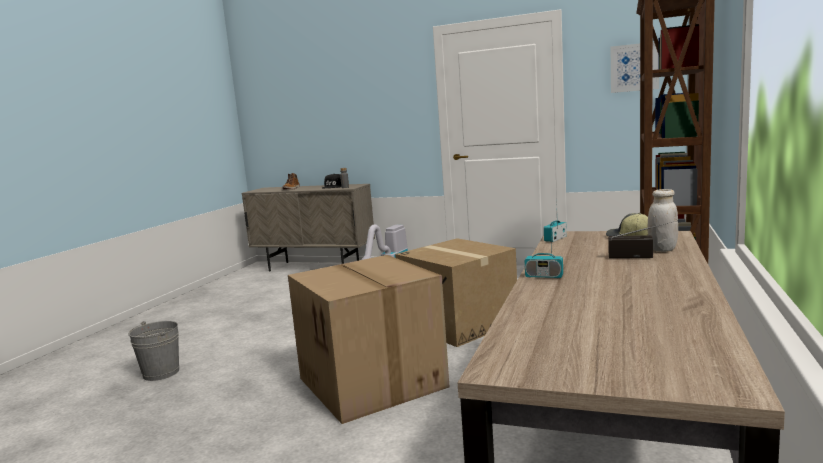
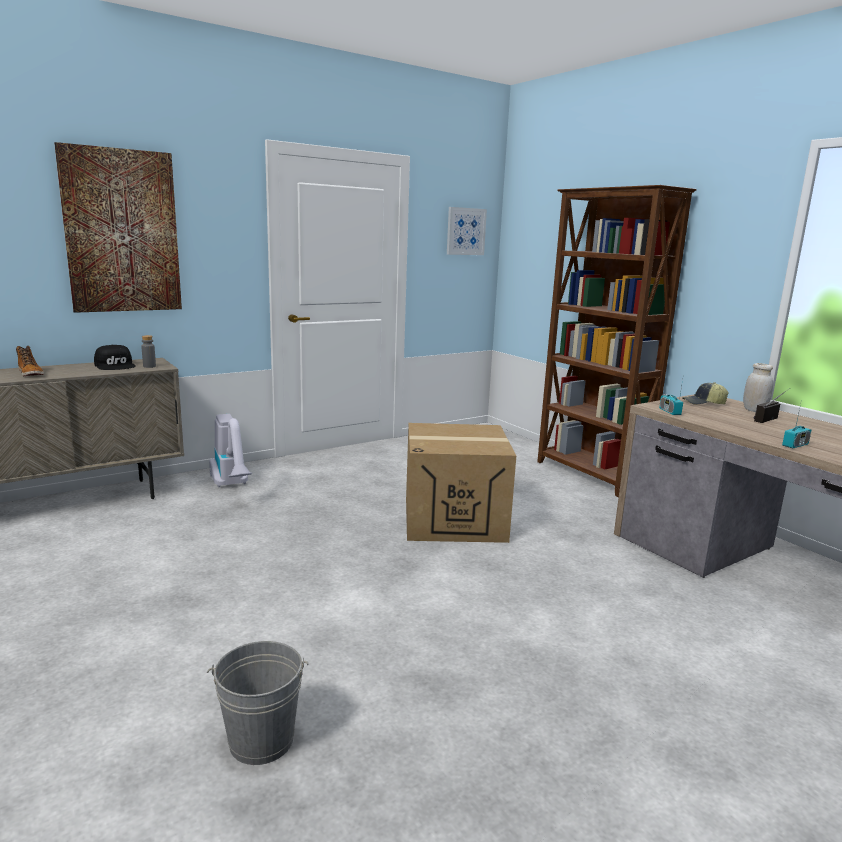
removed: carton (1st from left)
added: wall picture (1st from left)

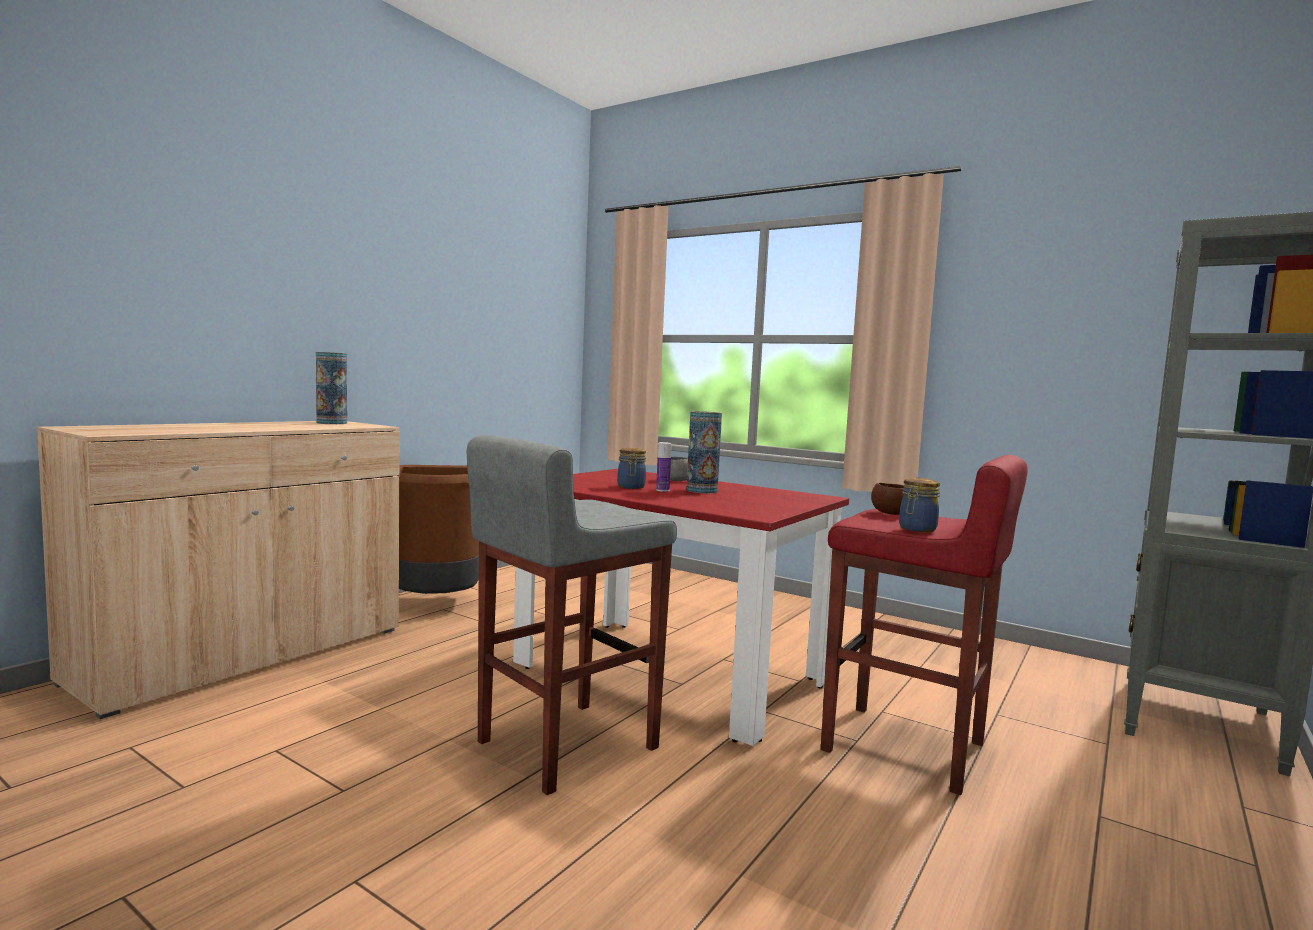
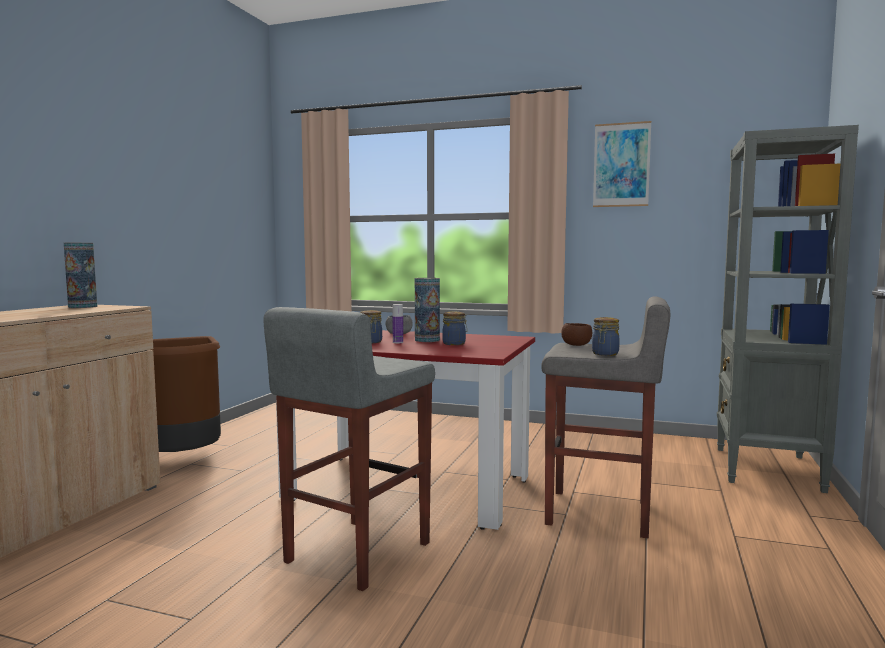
added: storage jar (2nd from left); wall picture
recoloured: red-coloured stool seat to gray stool seat (2nd from left)

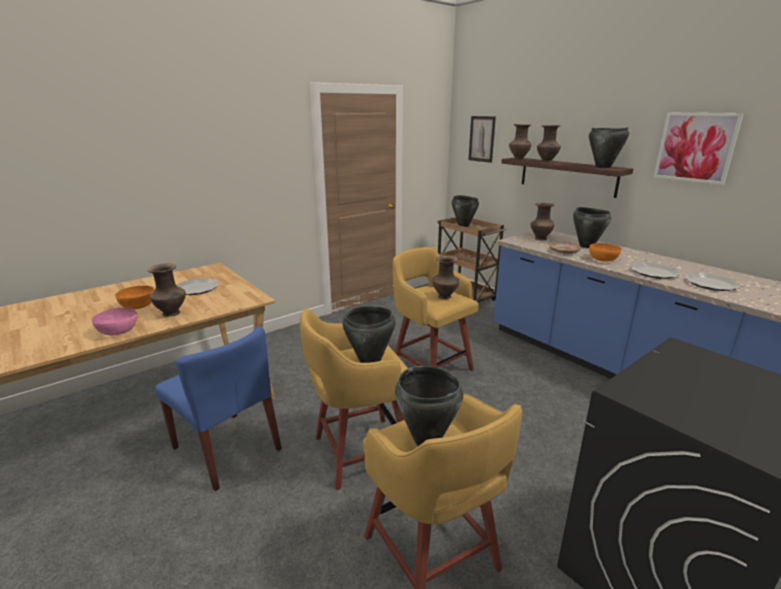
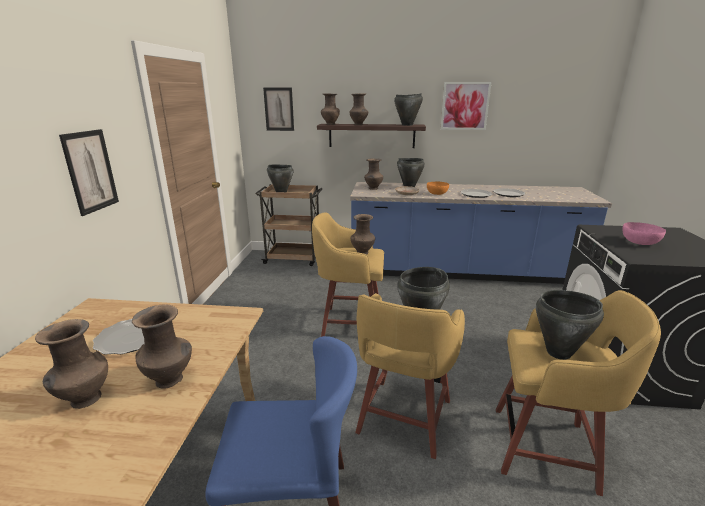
added: wall picture (1st from left)
moved: pinkish deep dish
replaced: orange deep dish (1st from left) to brownish flower vase (1st from left)

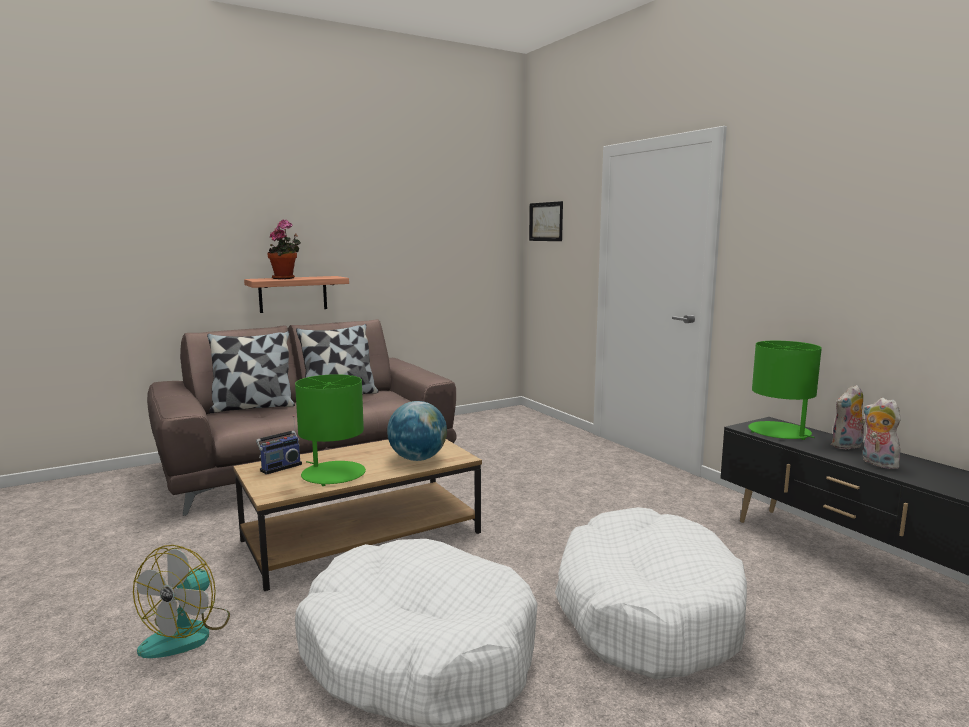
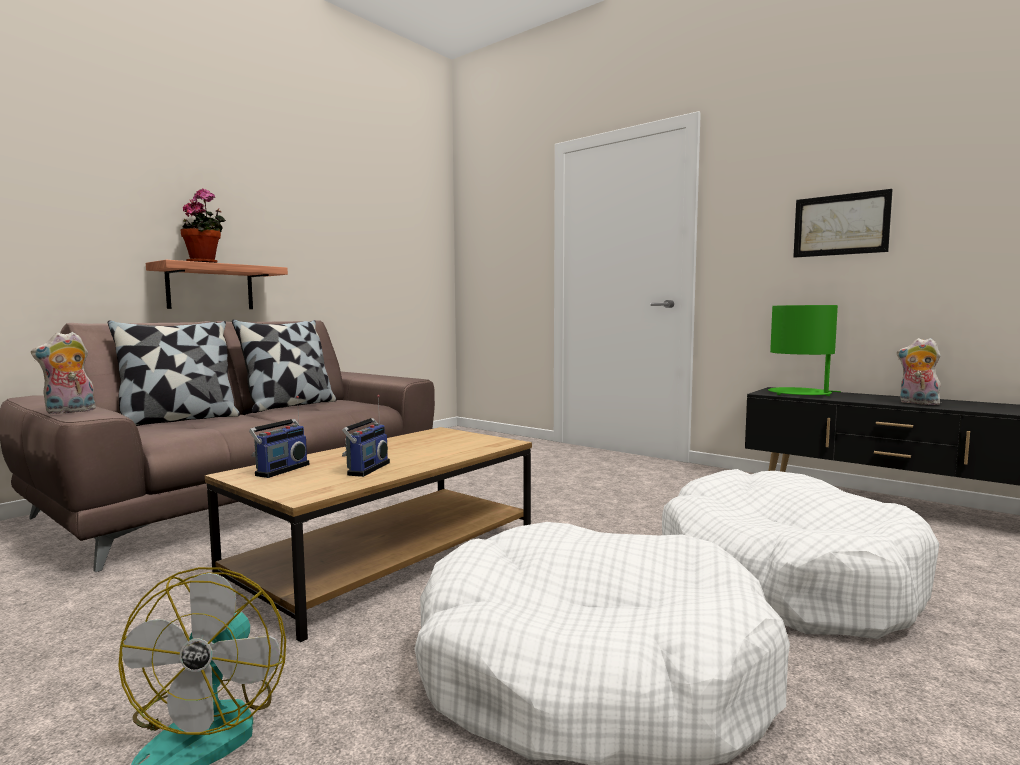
removed: desk globe
moved: wall picture; soft toy (1st from left)
replaced: green lamp for a table (1st from left) to radio set (2nd from left)

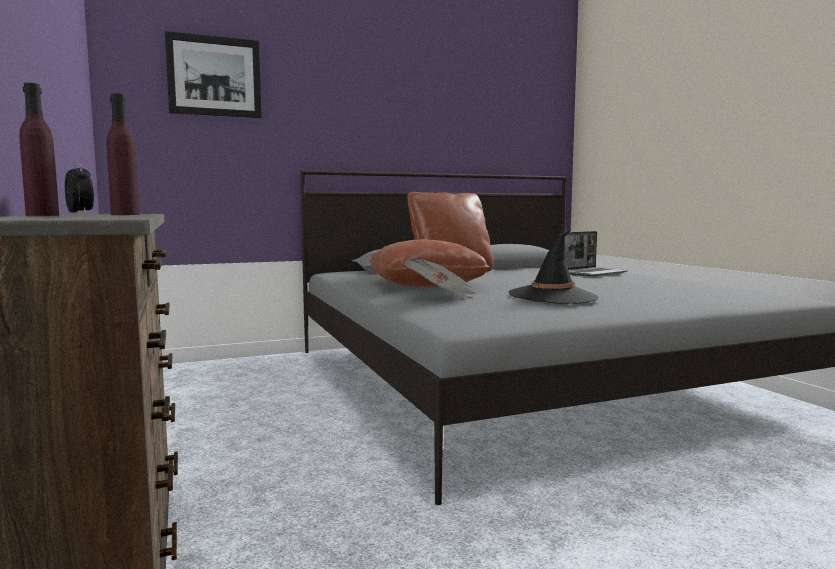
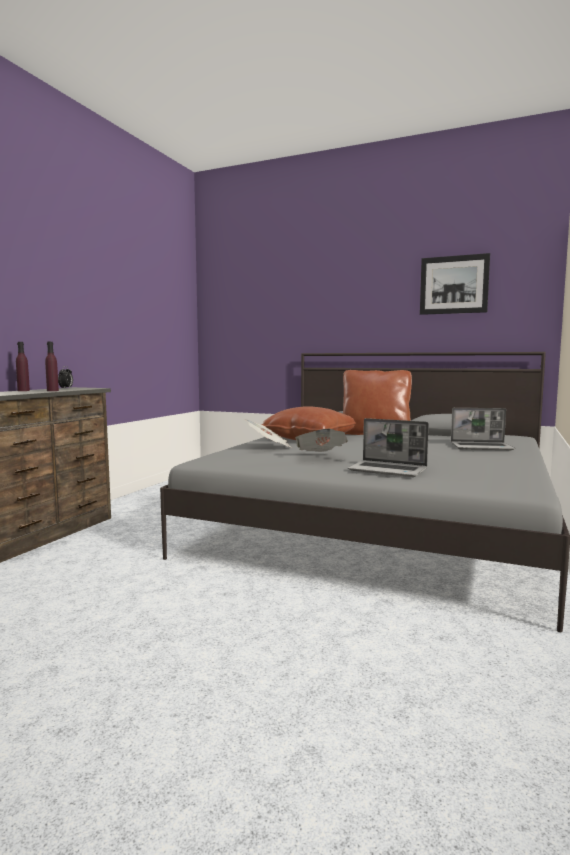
added: portable computer (1st from left)
moved: wall picture
replaced: black-coloured clothing hat to newspaper (2nd from left)

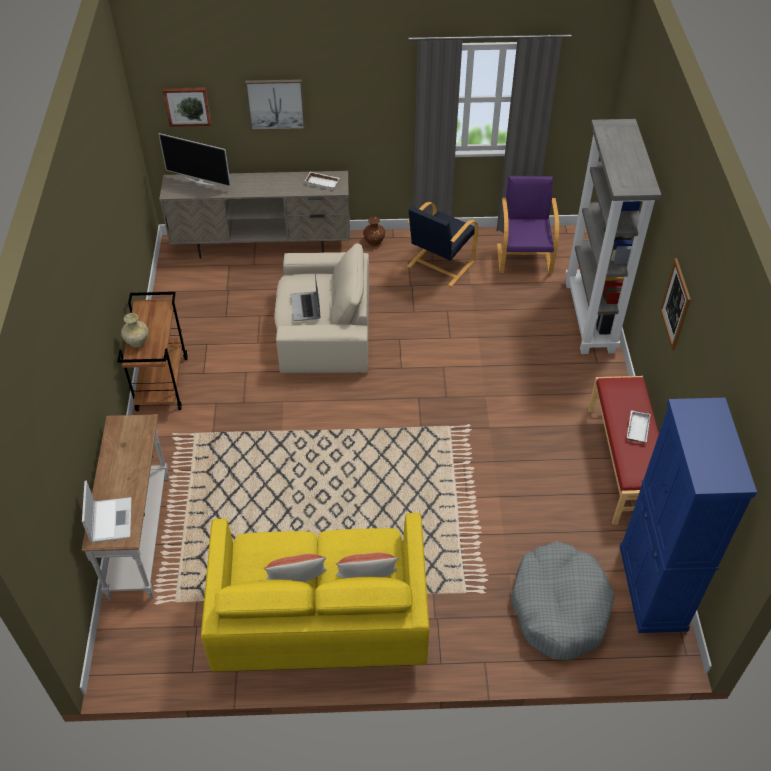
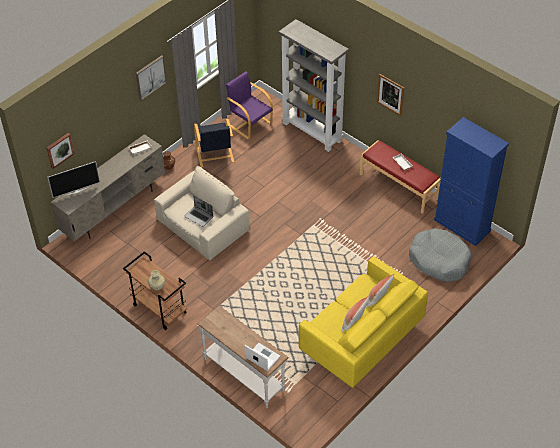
moved: wall picture (2nd from left)

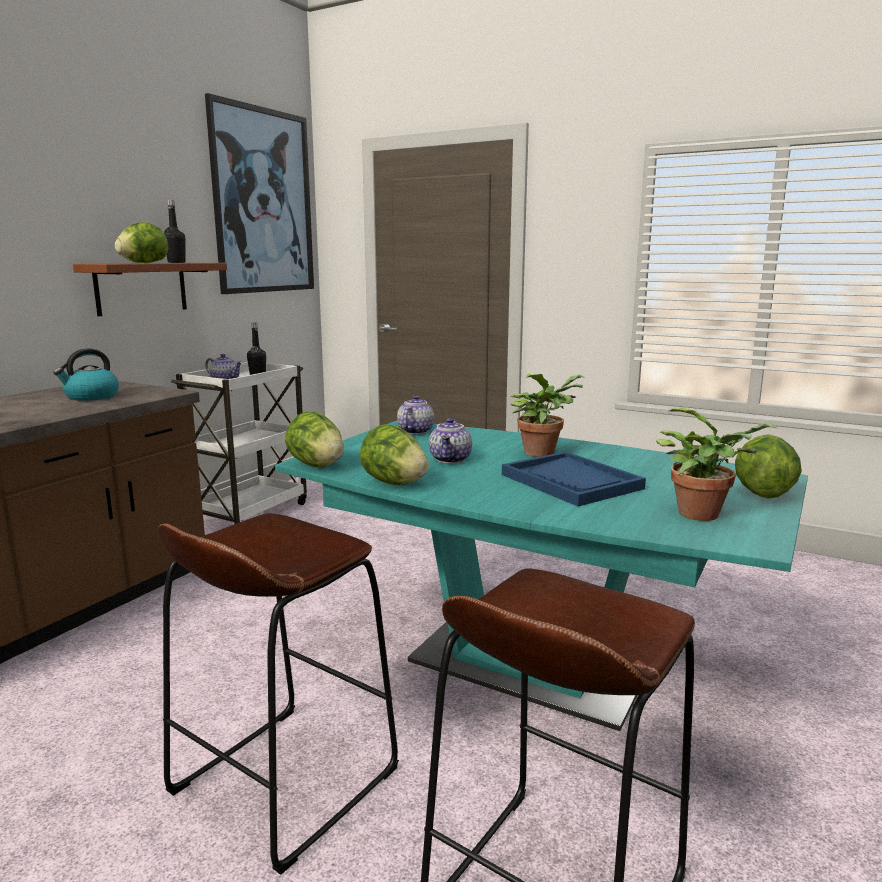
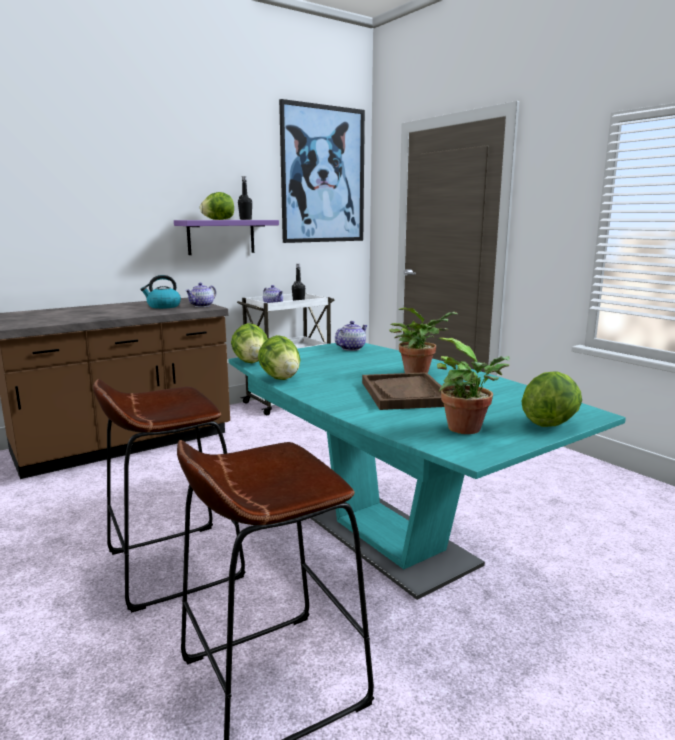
moved: pot for tea (3rd from left in the first image) to pot for tea (1st from left)
recoloured: brownish wall shelf to purple wall shelf; blue carrying tray to brownish carrying tray

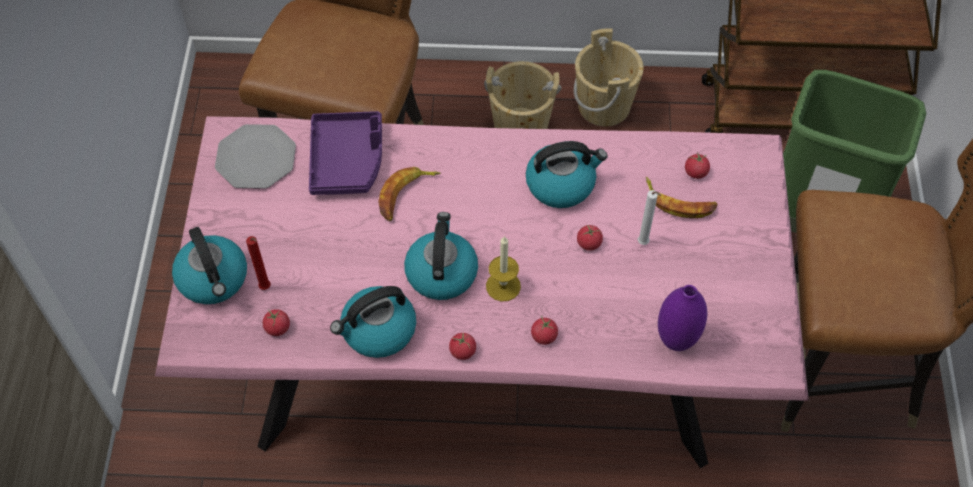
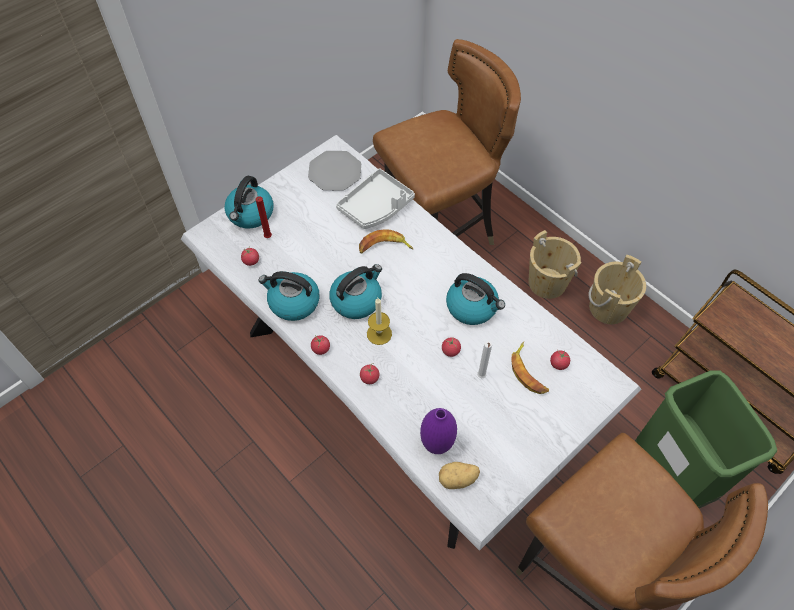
added: whole potato
recoloured: pinkish dining table to white dining table; purple carrying tray to white carrying tray

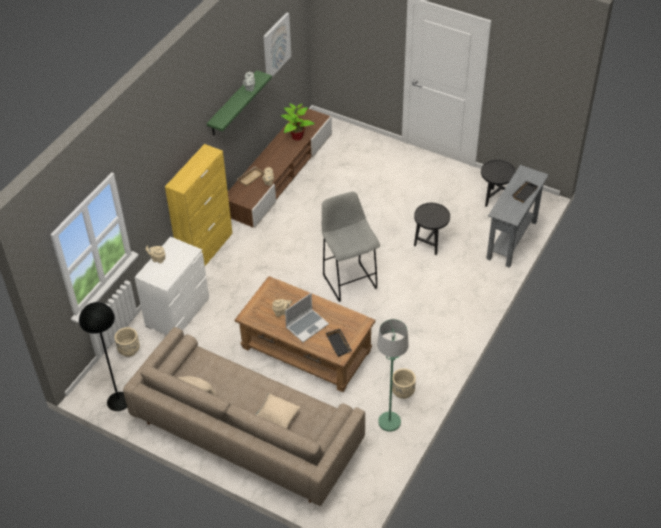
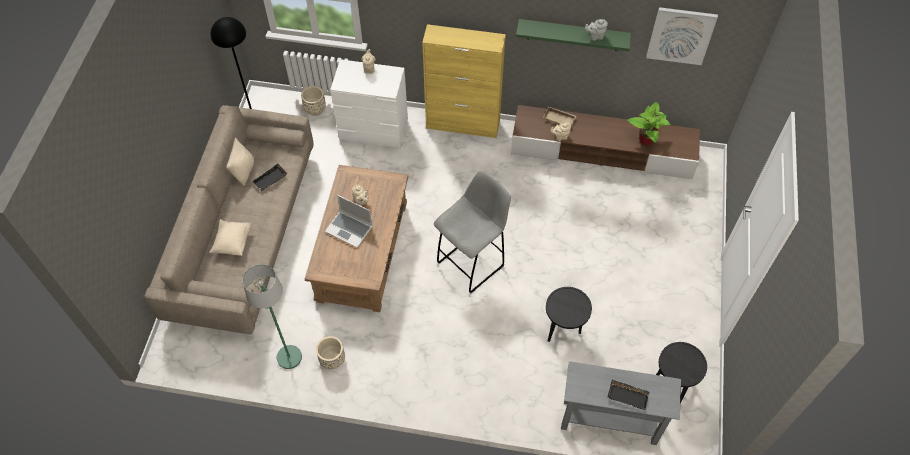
moved: black-coloured carrying tray (1st from left)

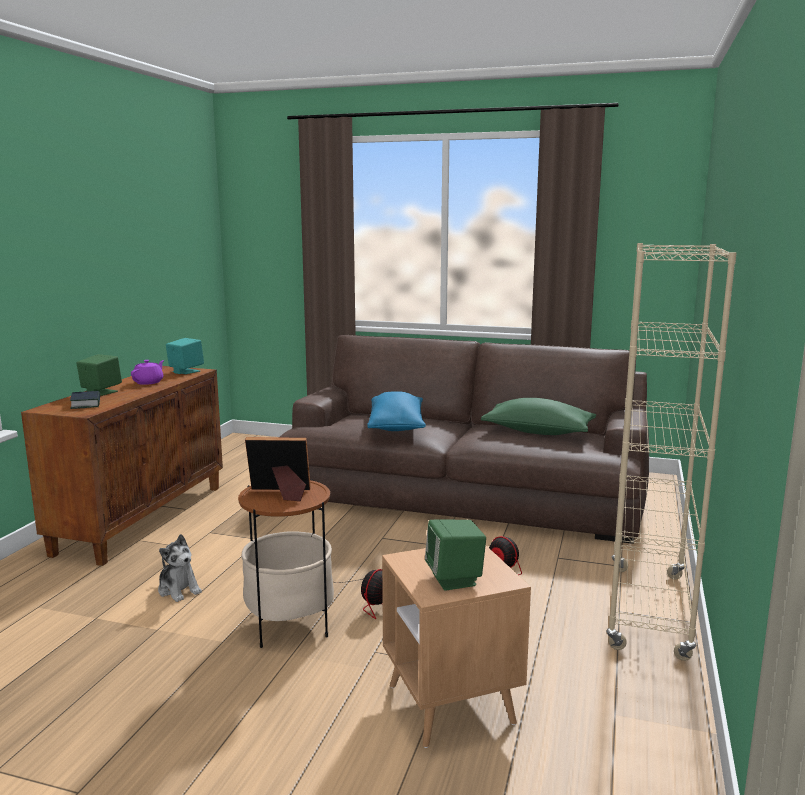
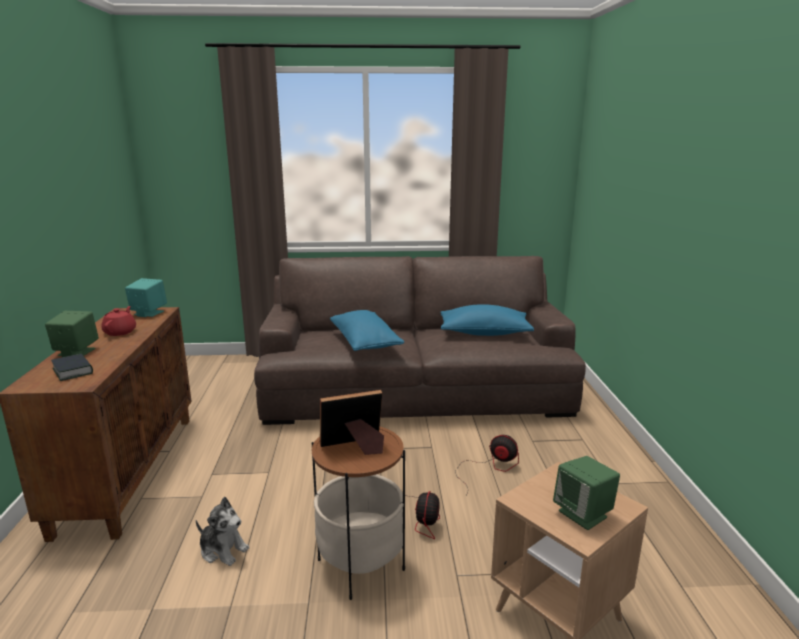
removed: beige-coloured bookshelf
recoloured: purple pot for tea to red-coloured pot for tea; green pillow to blue pillow (2nd from left)

